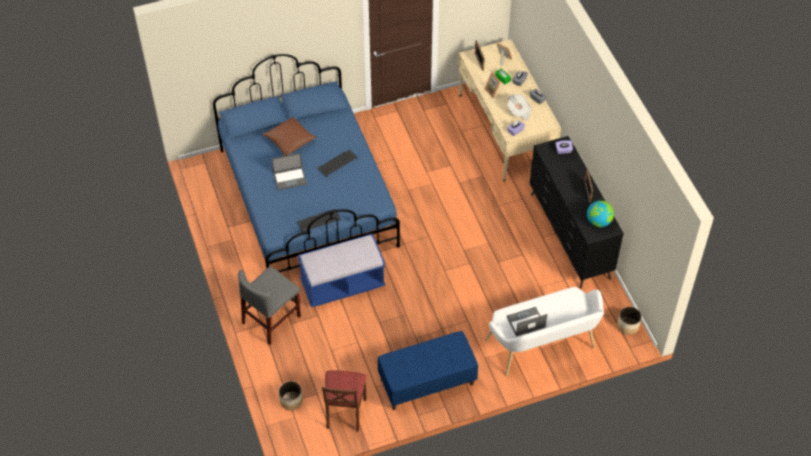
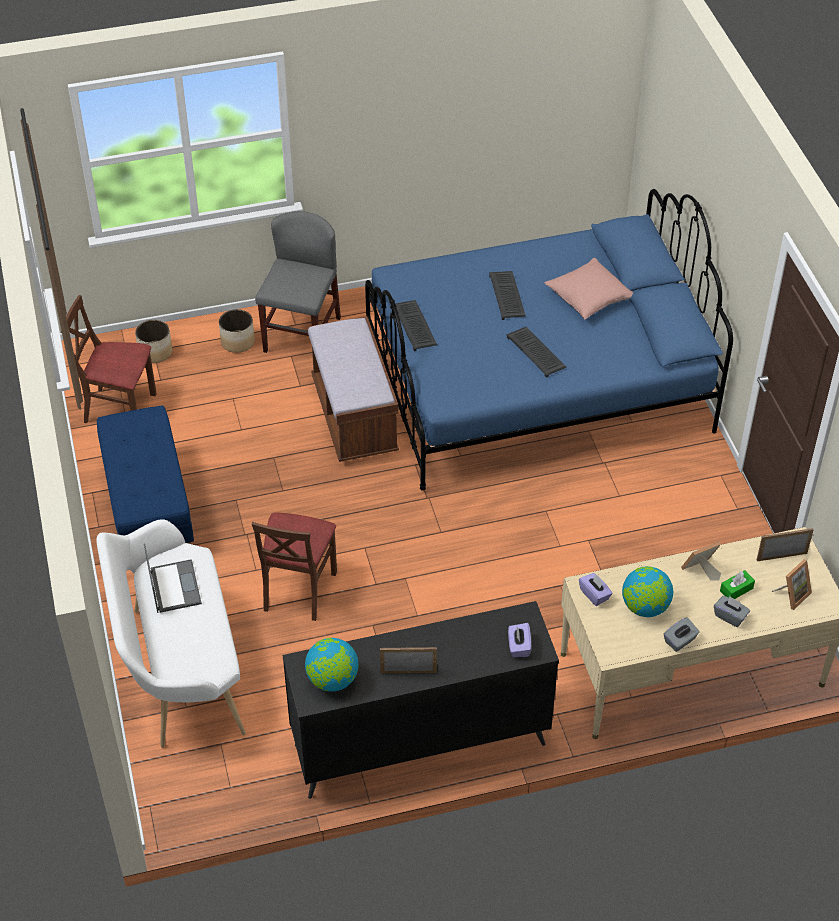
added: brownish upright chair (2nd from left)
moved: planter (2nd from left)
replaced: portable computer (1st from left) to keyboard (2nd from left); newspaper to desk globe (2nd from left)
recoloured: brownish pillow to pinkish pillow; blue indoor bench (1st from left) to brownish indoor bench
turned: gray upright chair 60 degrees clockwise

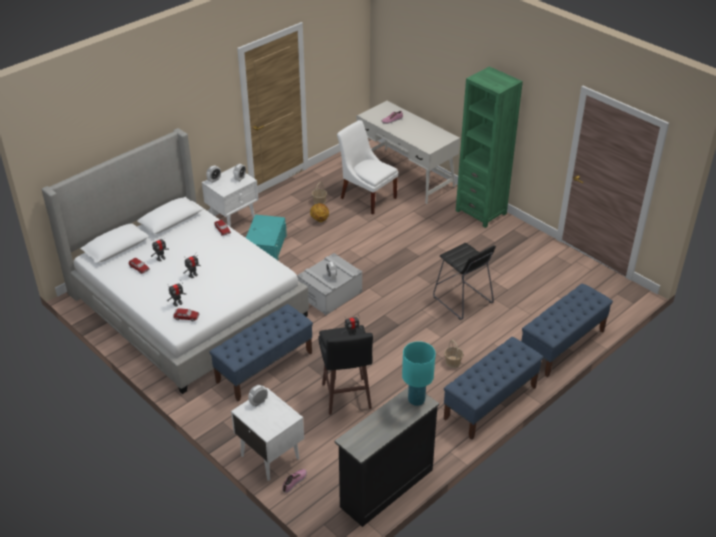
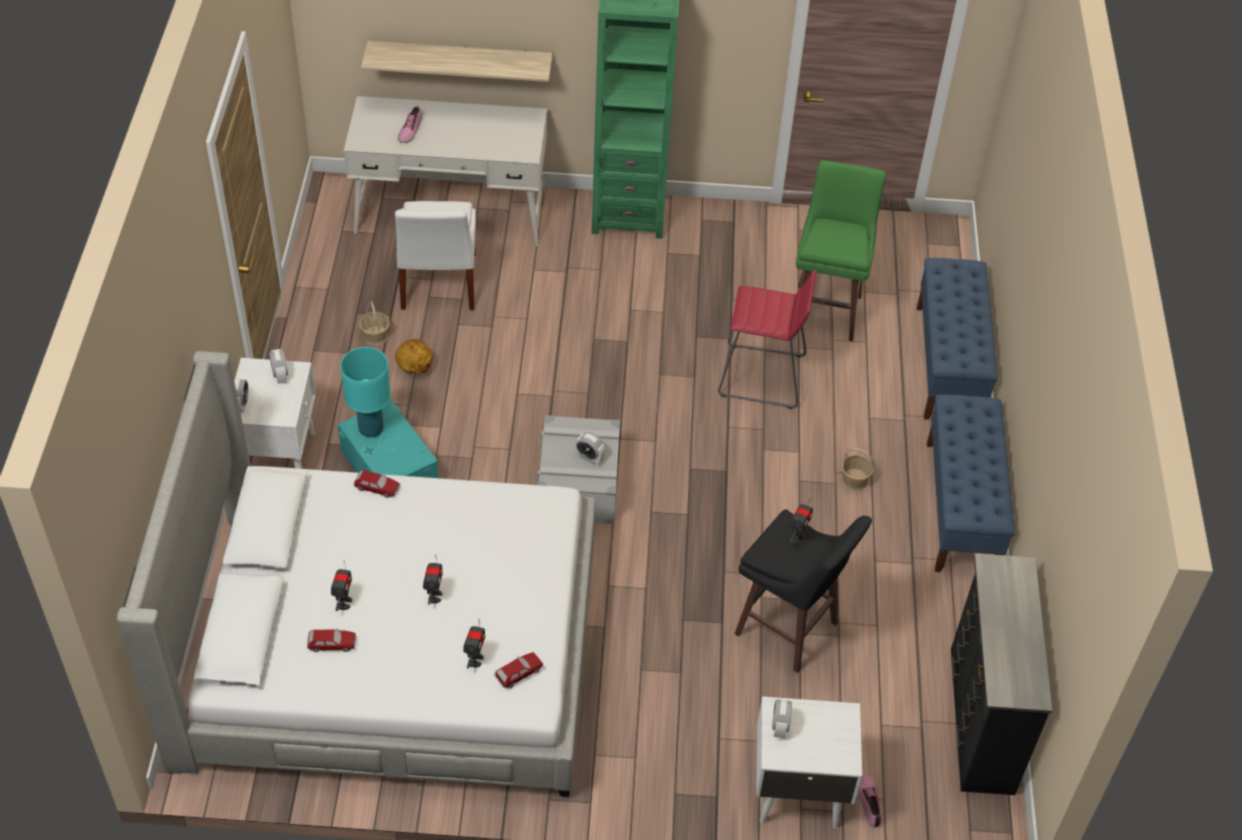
removed: blue indoor bench (1st from left)
added: wall shelf; green stool seat
moved: blue-green lamp for a table
recoloured: black-coloured stool seat (2nd from left) to red-coloured stool seat
turned: white upright chair 90 degrees counterclockwise

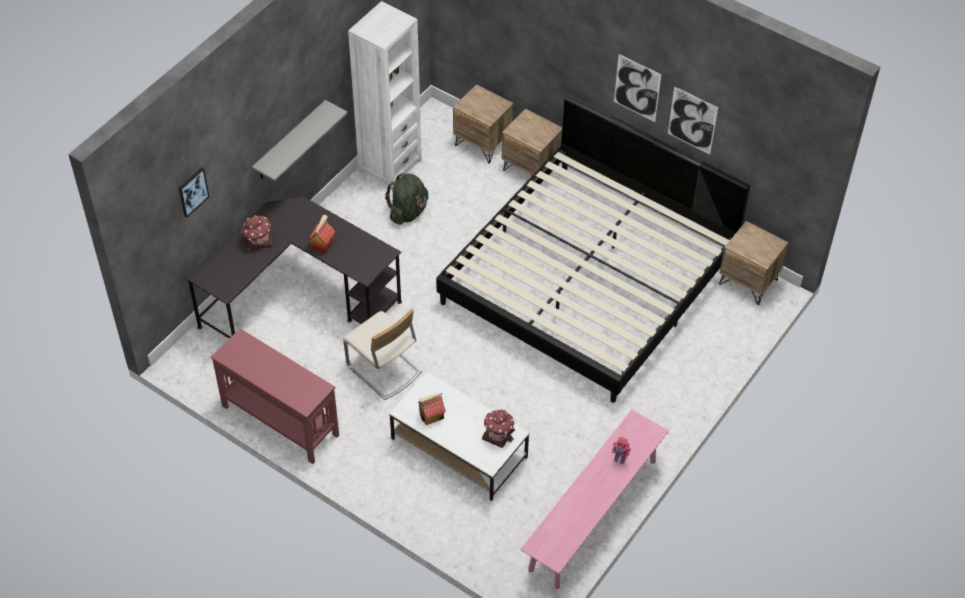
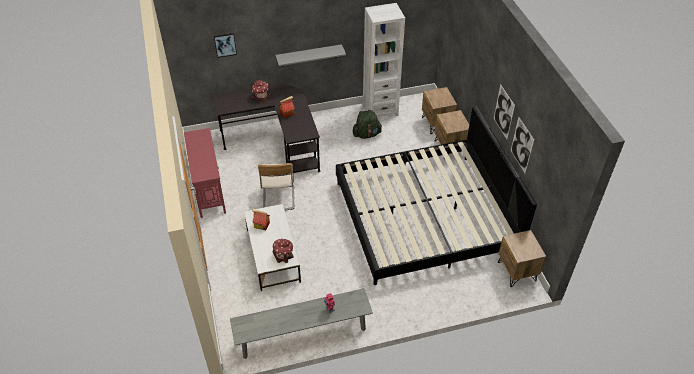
recoloured: pinkish indoor bench to gray indoor bench

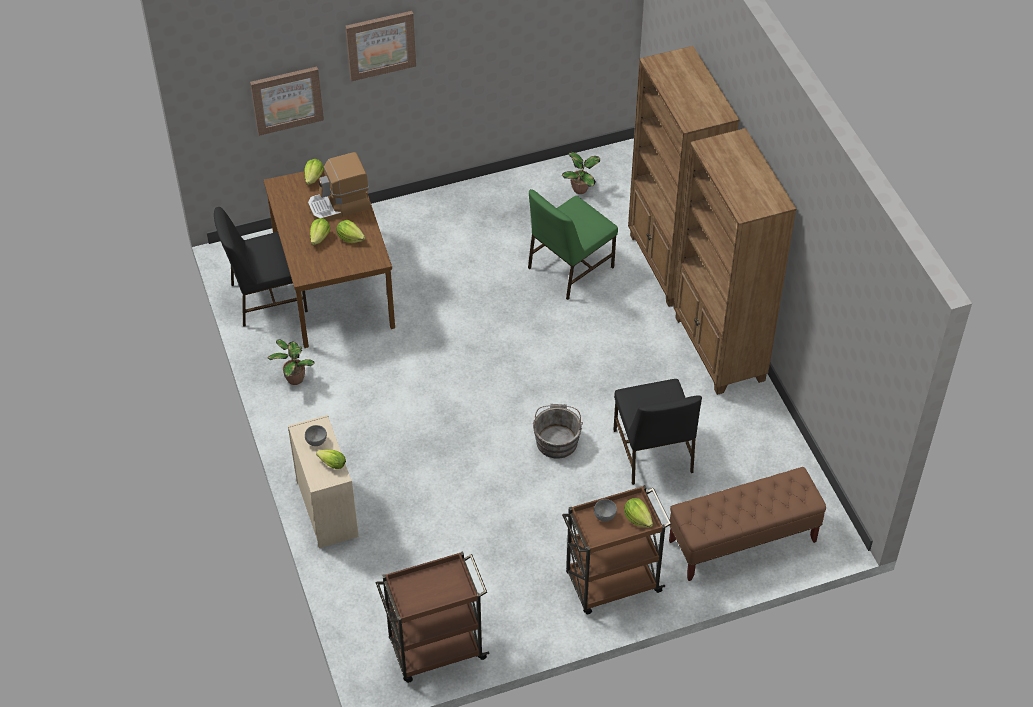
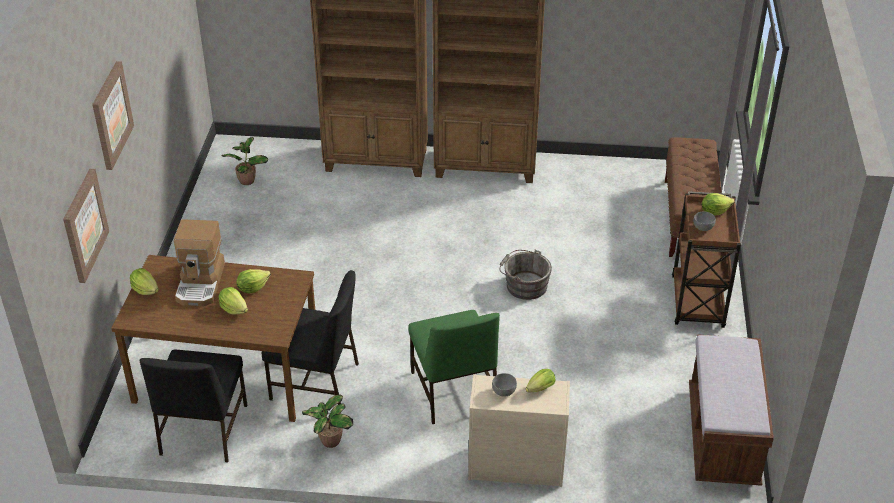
moved: green upright chair; black-coloured upright chair (2nd from left)
replaced: brownish wheeled cart (1st from left) to brownish indoor bench (2nd from left)

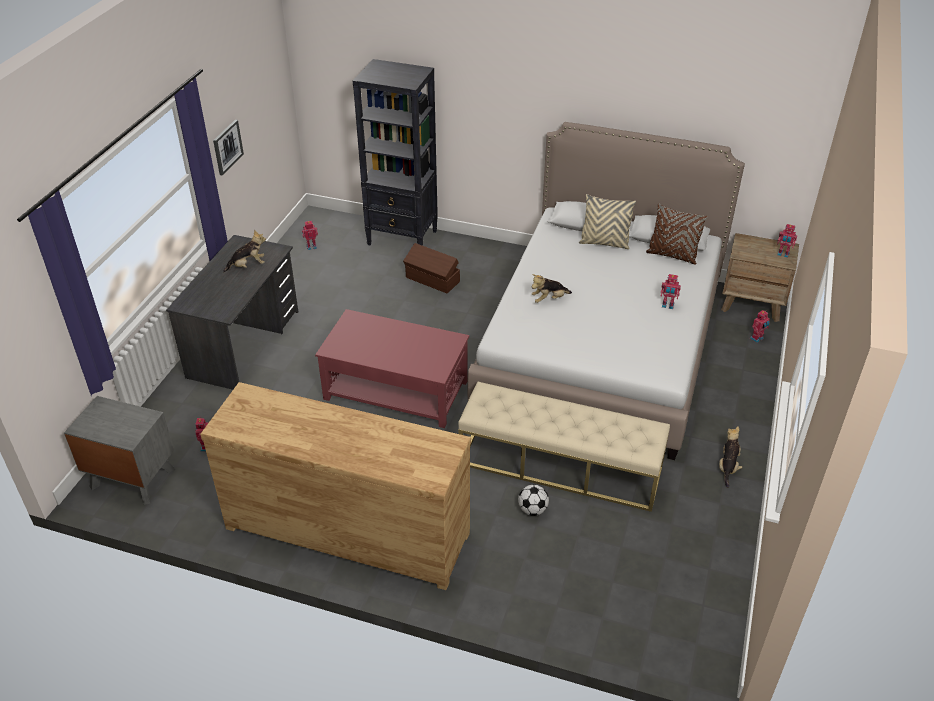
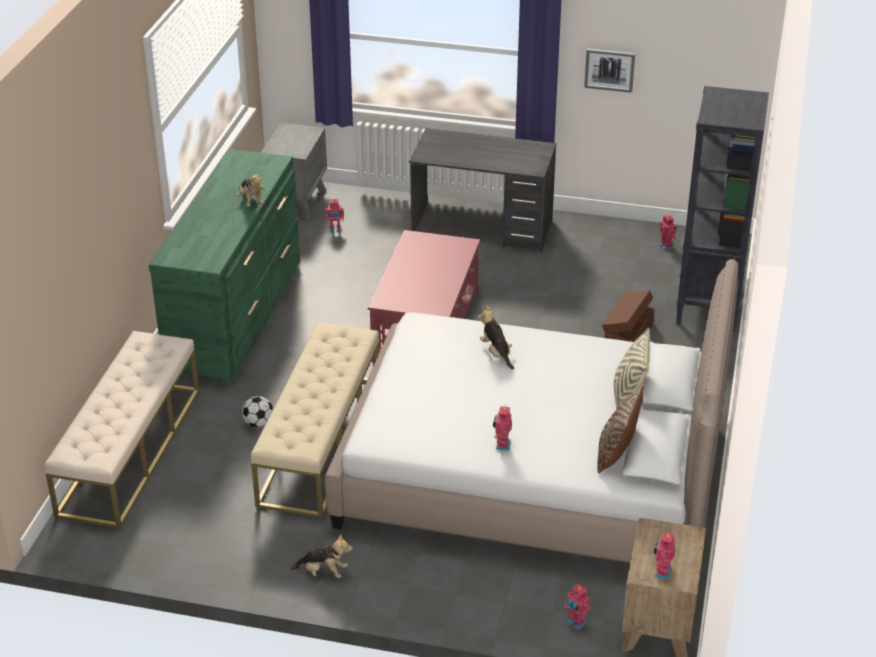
added: beige-coloured indoor bench (1st from left)
moved: soft toy (1st from left)
recoloured: brownish dresser to green dresser

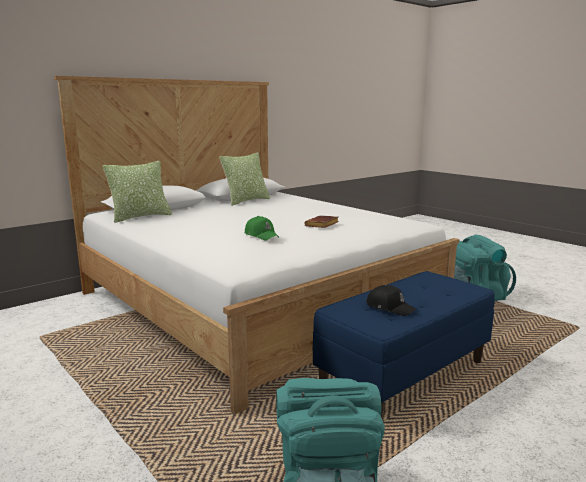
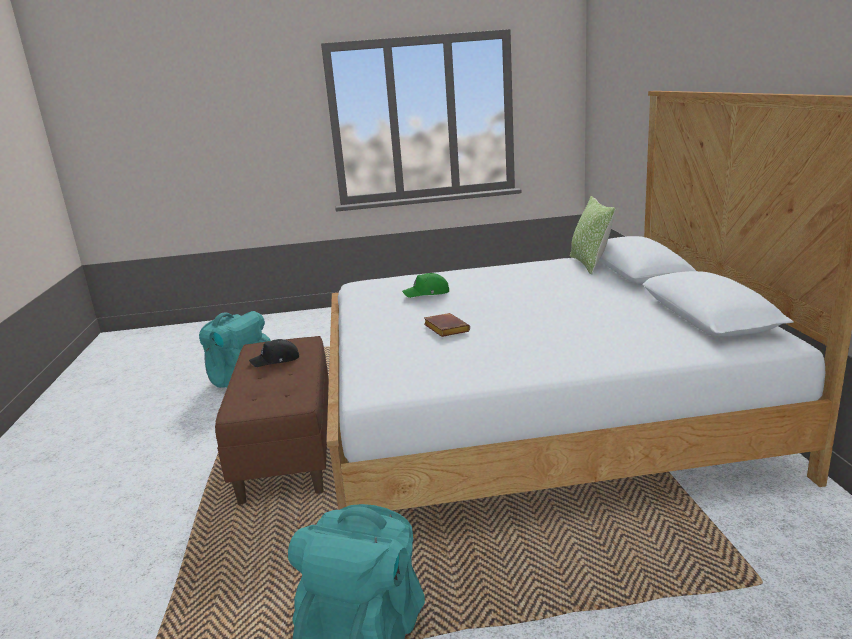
removed: pillow (2nd from left)
recoloured: blue indoor bench to brownish indoor bench

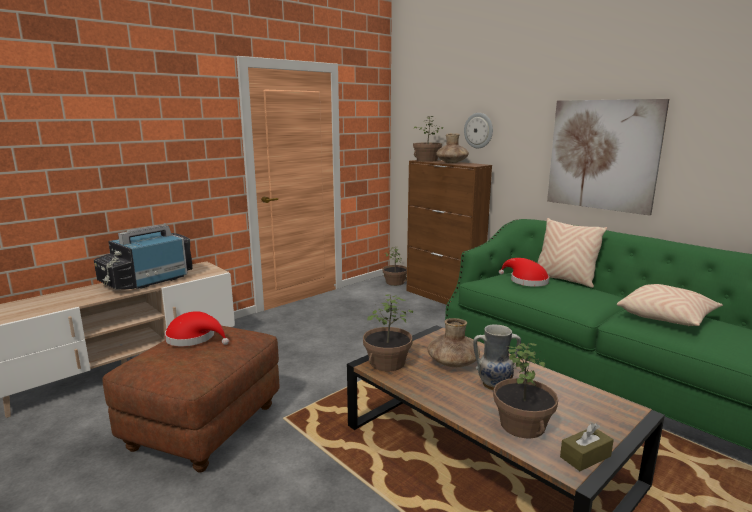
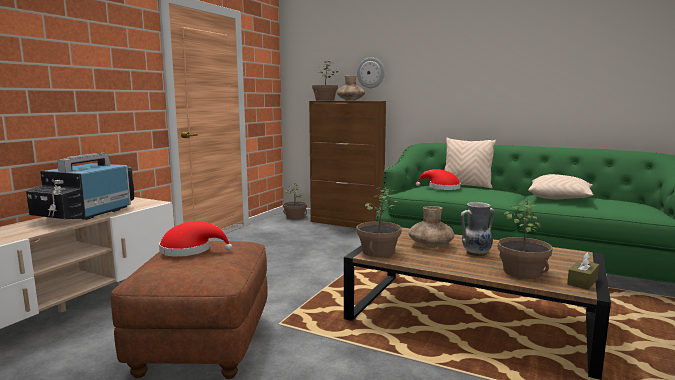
removed: wall picture

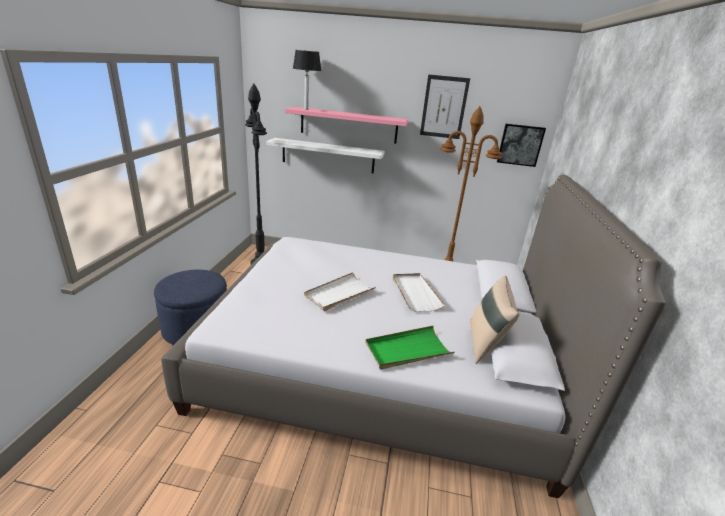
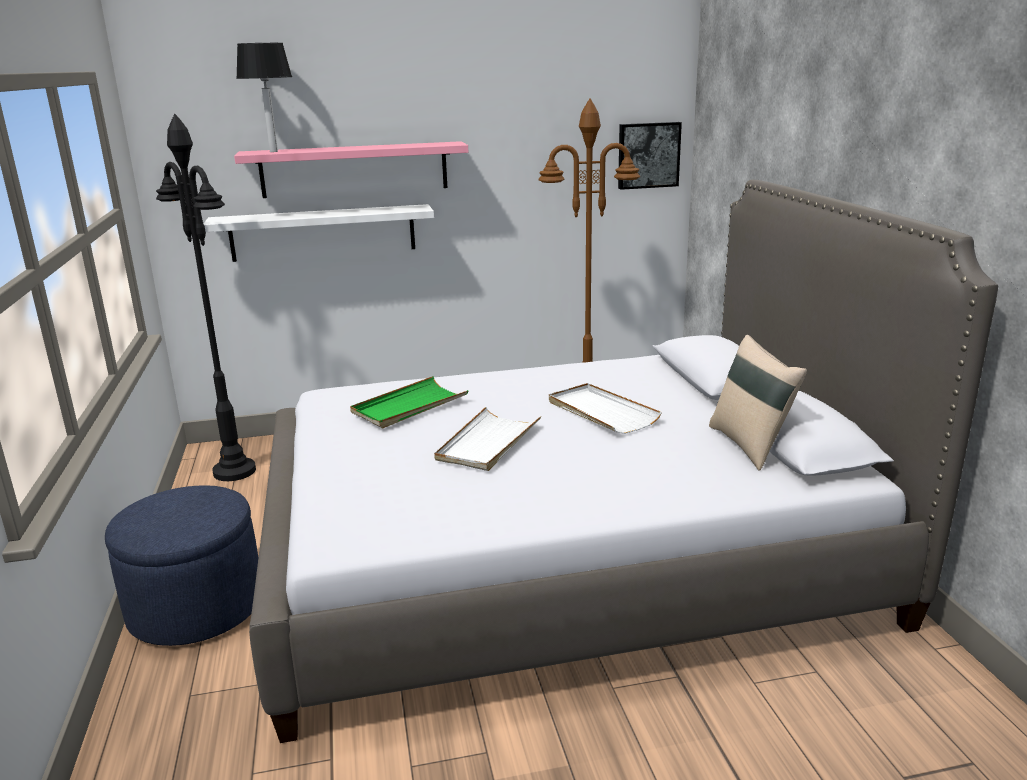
removed: wall picture (1st from left)
moved: green carrying tray

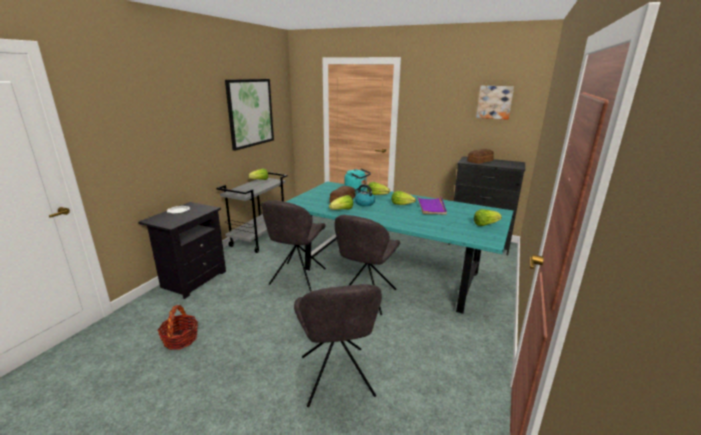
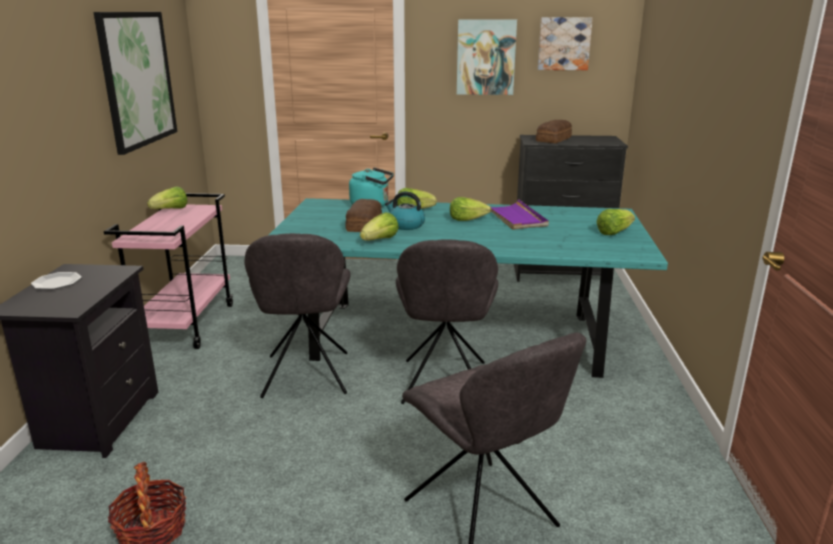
added: wall picture (2nd from left)
recoloured: gray wheeled cart to pinkish wheeled cart

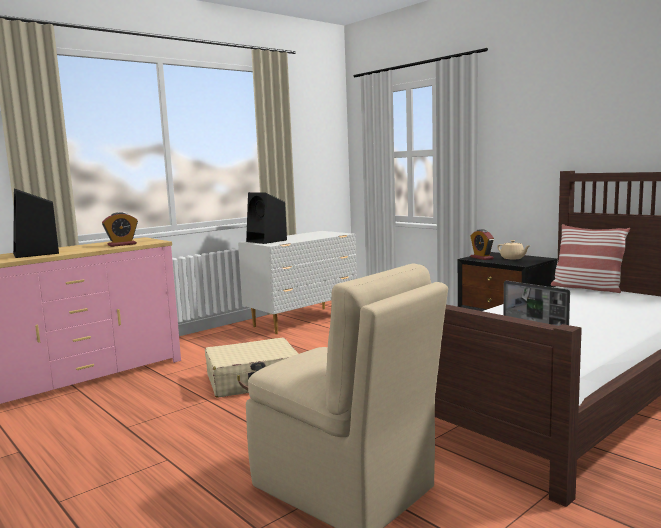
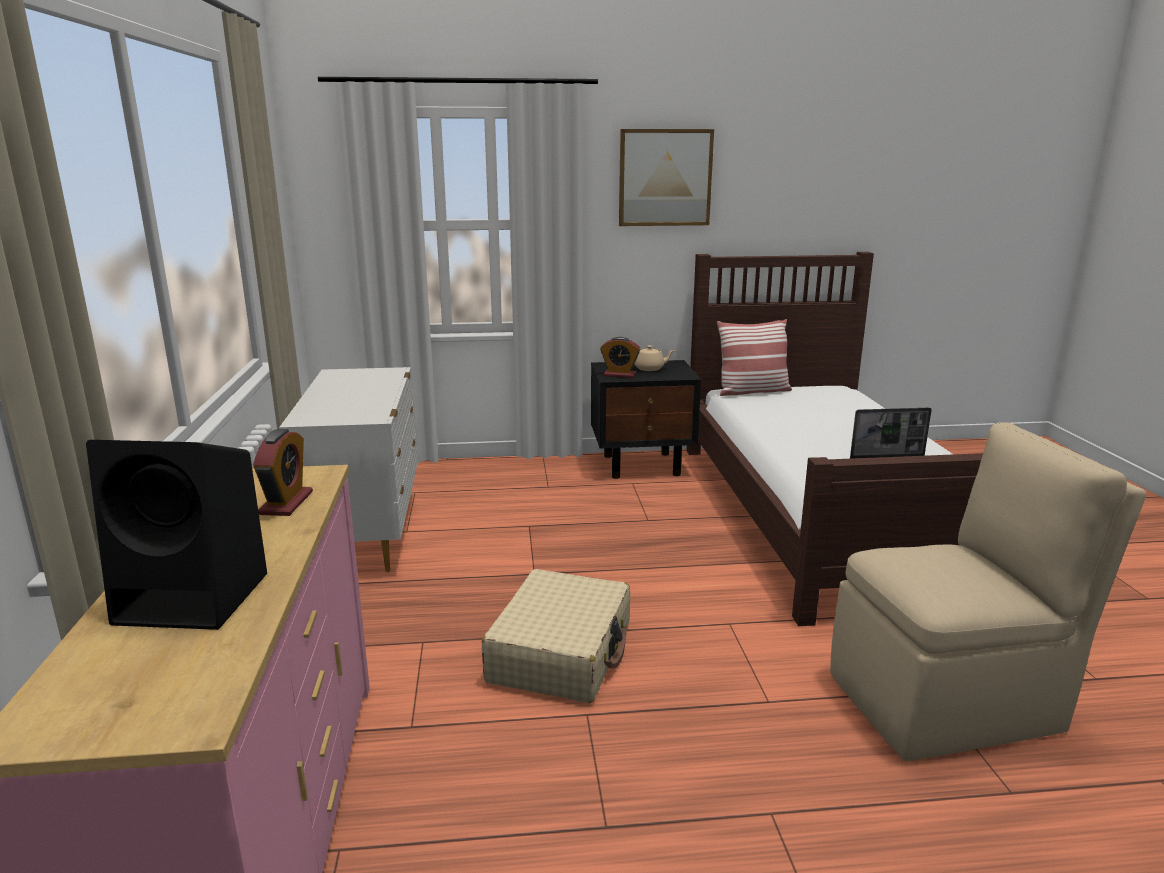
removed: black-coloured speaker (2nd from left)
added: wall picture

